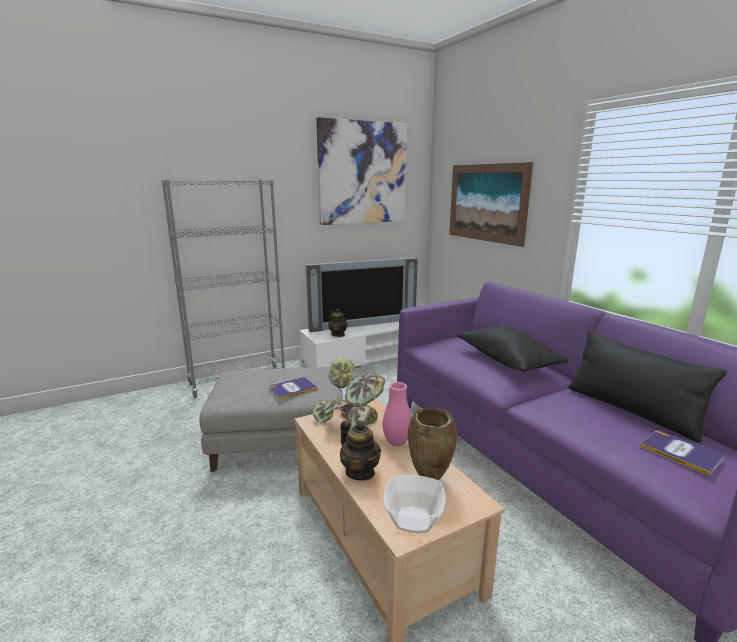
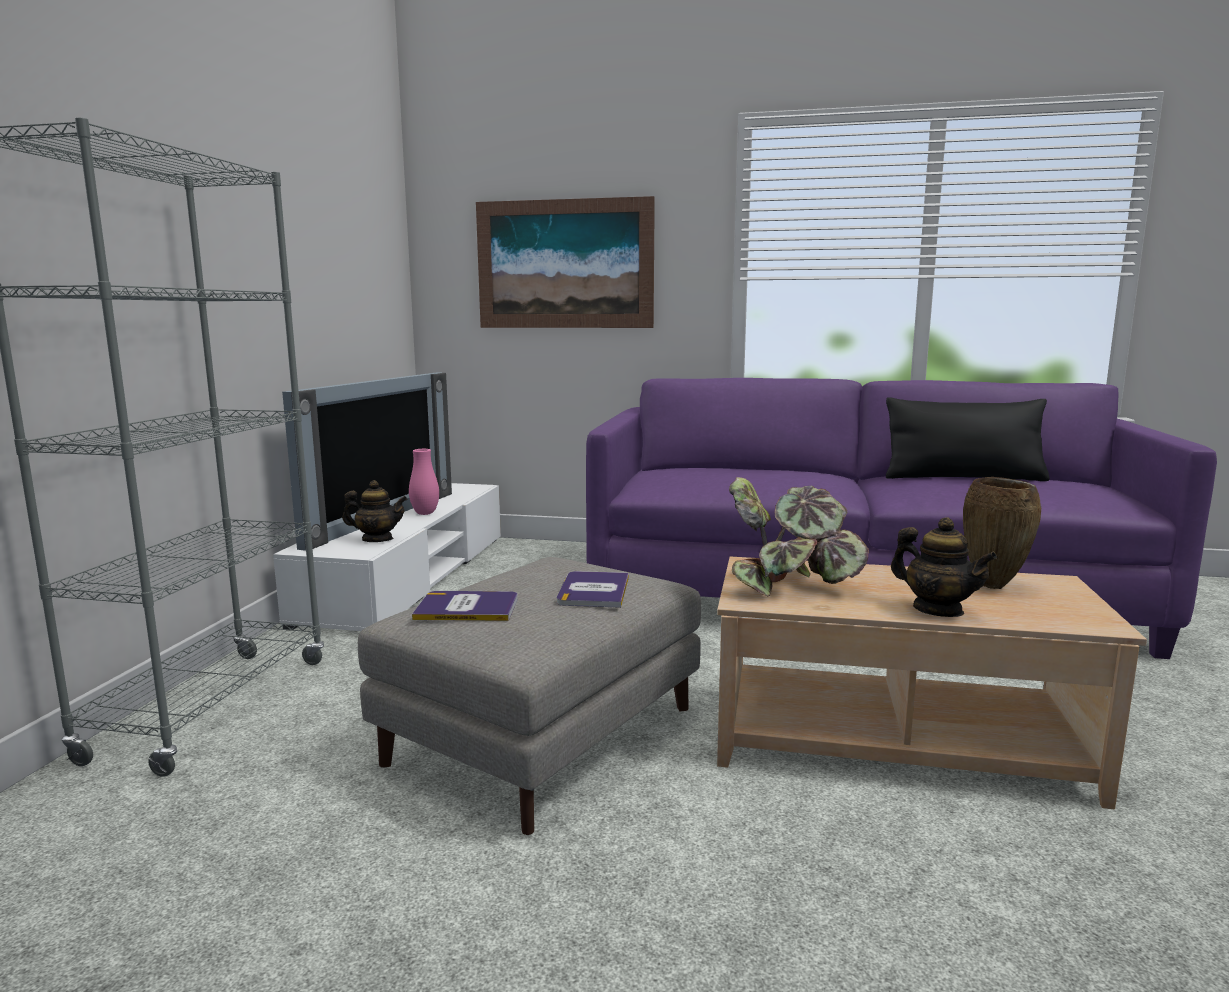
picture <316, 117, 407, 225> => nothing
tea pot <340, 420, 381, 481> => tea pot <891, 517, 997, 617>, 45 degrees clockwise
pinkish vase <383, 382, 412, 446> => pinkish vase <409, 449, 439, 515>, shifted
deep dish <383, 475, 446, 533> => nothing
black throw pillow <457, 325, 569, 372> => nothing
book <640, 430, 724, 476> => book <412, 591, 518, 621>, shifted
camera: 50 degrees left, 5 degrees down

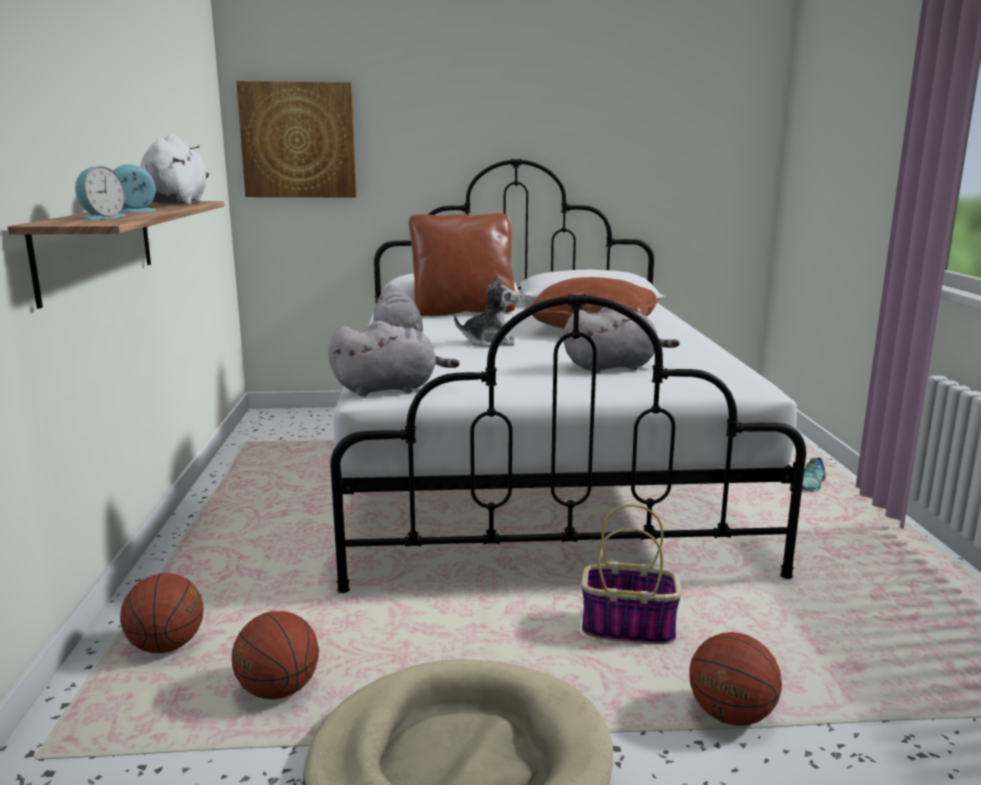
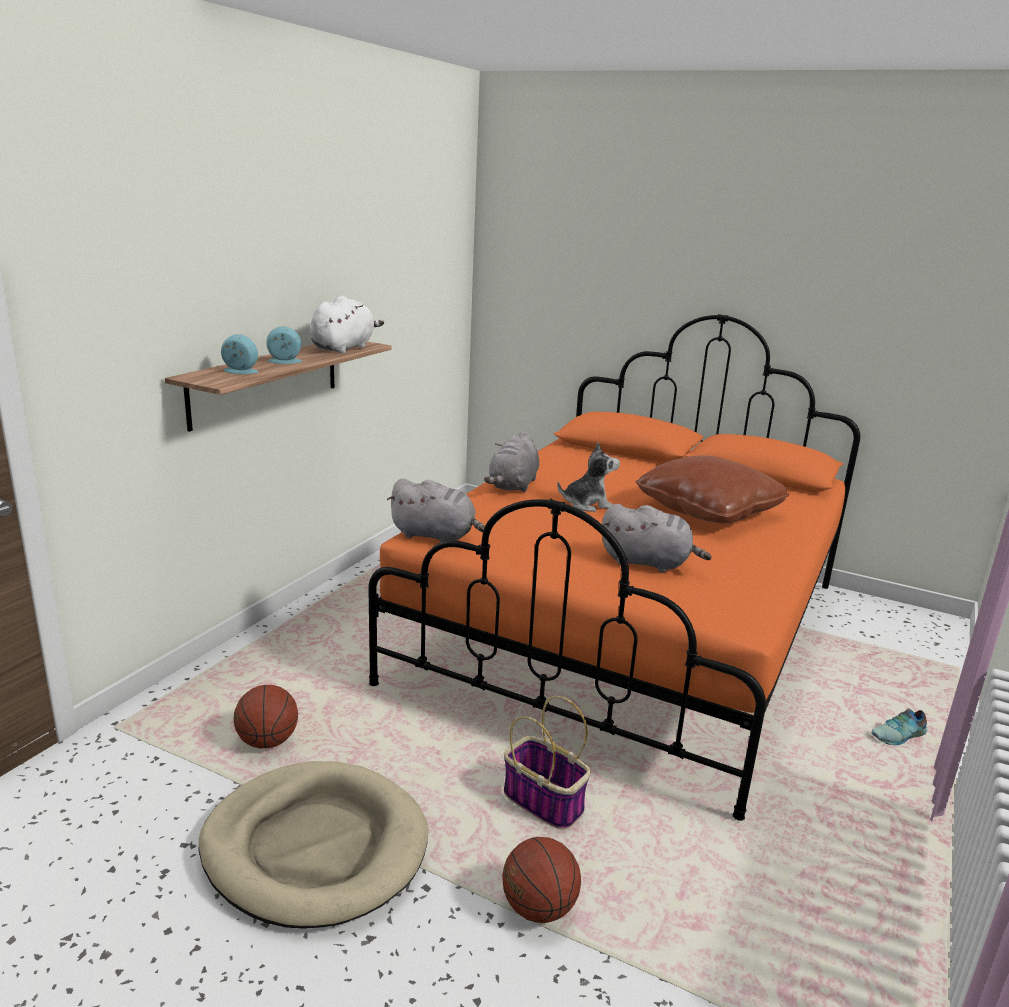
bedside clock <75, 166, 127, 220> => bedside clock <221, 334, 258, 374>, 135 degrees counterclockwise
basketball ball <120, 573, 203, 653> => nothing
picture <236, 81, 357, 197> => nothing
white-coloured bed <330, 159, 806, 593> => orange-coloured bed <369, 314, 860, 821>
brownish throw pillow <409, 213, 516, 316> => nothing
plush toy <454, 274, 521, 347> => plush toy <557, 442, 620, 512>, 45 degrees counterclockwise
camera: 30 degrees right, 5 degrees up

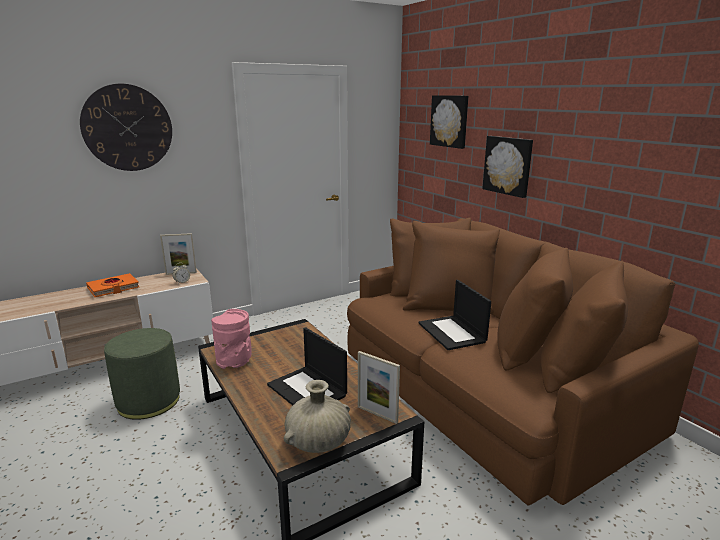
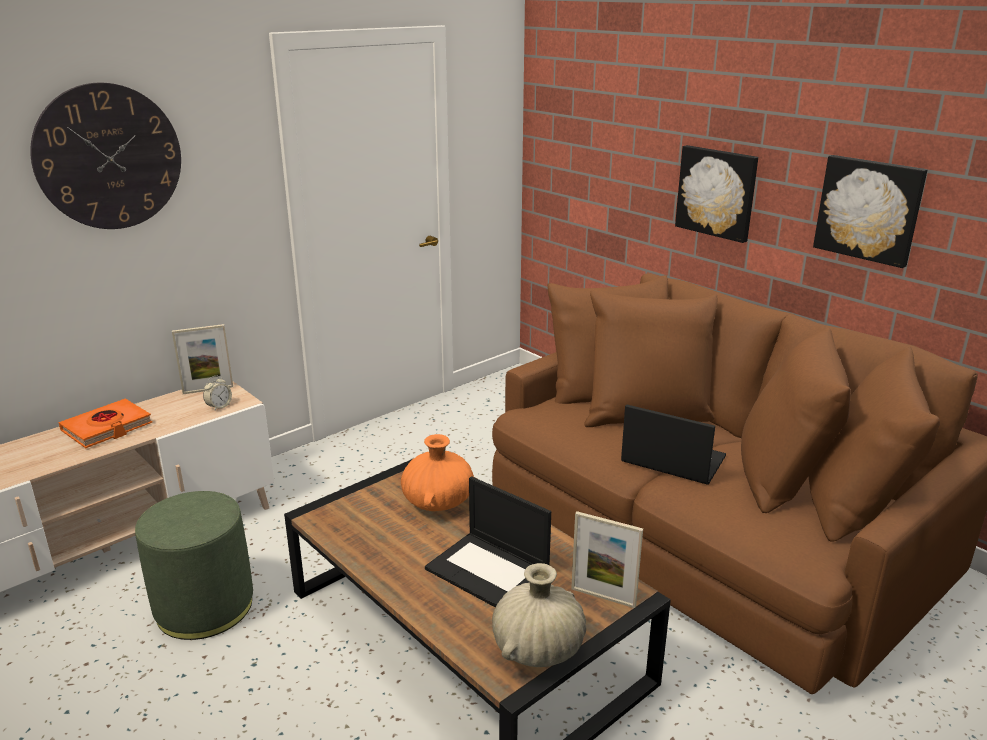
pinkish vase <211, 309, 252, 369> => nothing
portable computer <418, 280, 491, 350> => portable computer <621, 405, 726, 485>, 150 degrees clockwise
picture <430, 95, 468, 149> => picture <813, 155, 927, 268>, shifted
nothing => orange-coloured vase <401, 434, 474, 511>
camera: 10 degrees left, 5 degrees up

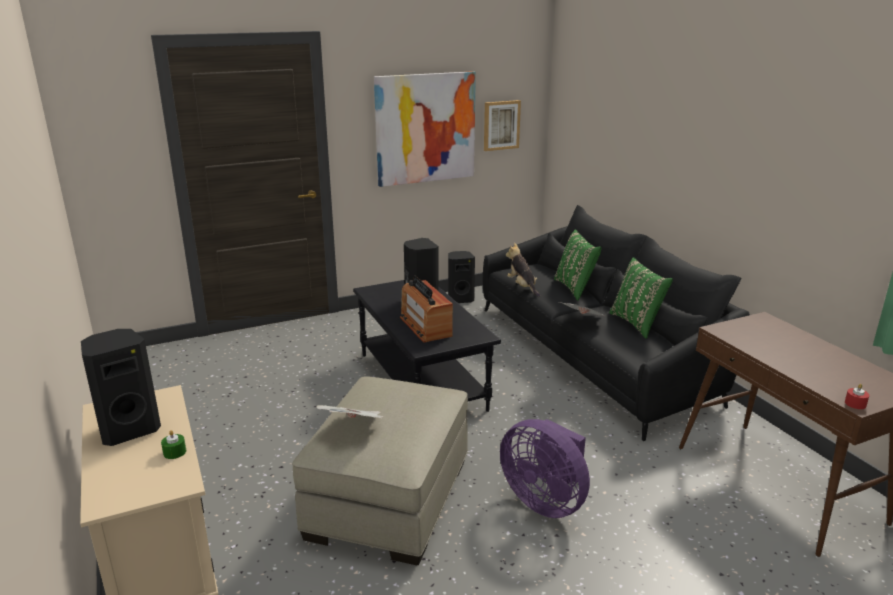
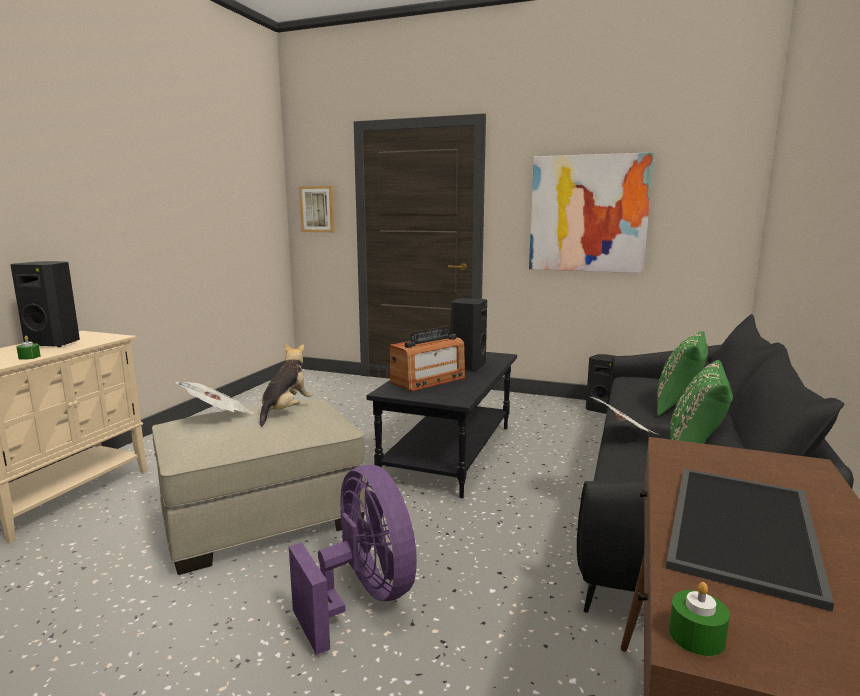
radio receiver <400, 275, 453, 343> => radio receiver <390, 326, 465, 391>, 150 degrees counterclockwise
picture <484, 100, 521, 151> => picture <299, 186, 335, 232>, shifted
purple-coloured electric fan <500, 419, 590, 518> => purple-coloured electric fan <289, 465, 417, 655>, 150 degrees clockwise
plush toy <506, 243, 540, 297> => plush toy <260, 344, 312, 426>, shifted
red-coloured wax candle <845, 384, 869, 409> => green-coloured wax candle <669, 582, 730, 656>
nothing => serving tray <666, 469, 834, 612>
camera: 45 degrees right, 10 degrees down

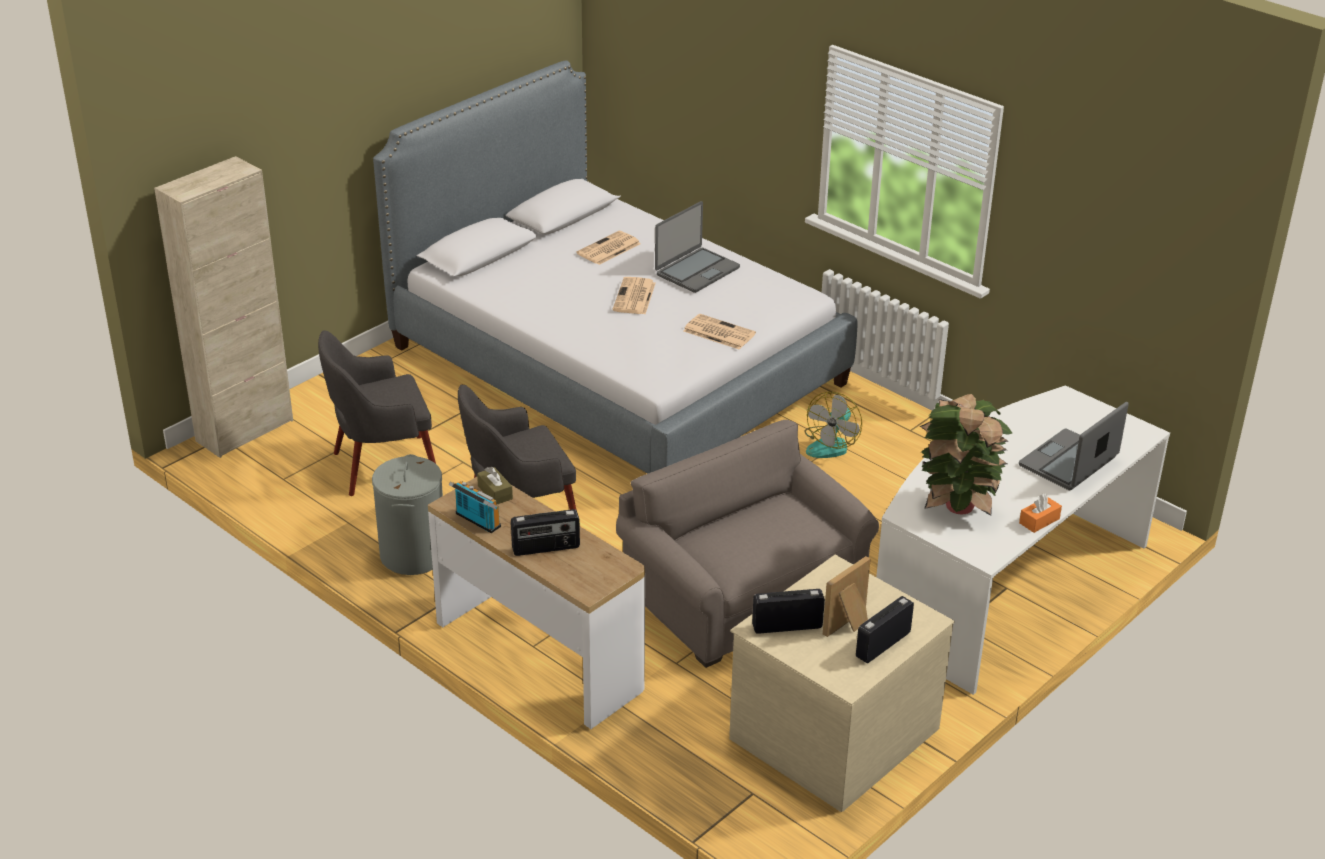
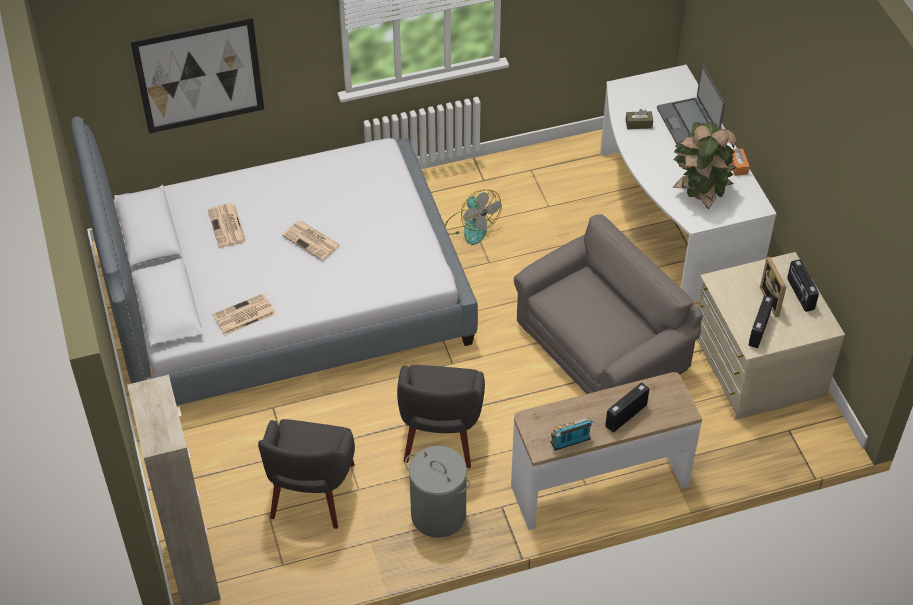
brownish box of tissues <477, 467, 513, 505> => brownish box of tissues <626, 109, 653, 129>, shifted
radio receiver <511, 509, 580, 556> => radio receiver <605, 383, 649, 432>, 150 degrees counterclockwise
grey lounge chair <616, 420, 879, 668> => grey lounge chair <514, 214, 703, 394>, 150 degrees clockwise
portable computer <655, 201, 740, 293> => nothing
newspaper <683, 314, 756, 349> => newspaper <213, 293, 276, 335>, shifted
nothing => picture <130, 18, 264, 134>
camera: 60 degrees left, 15 degrees up

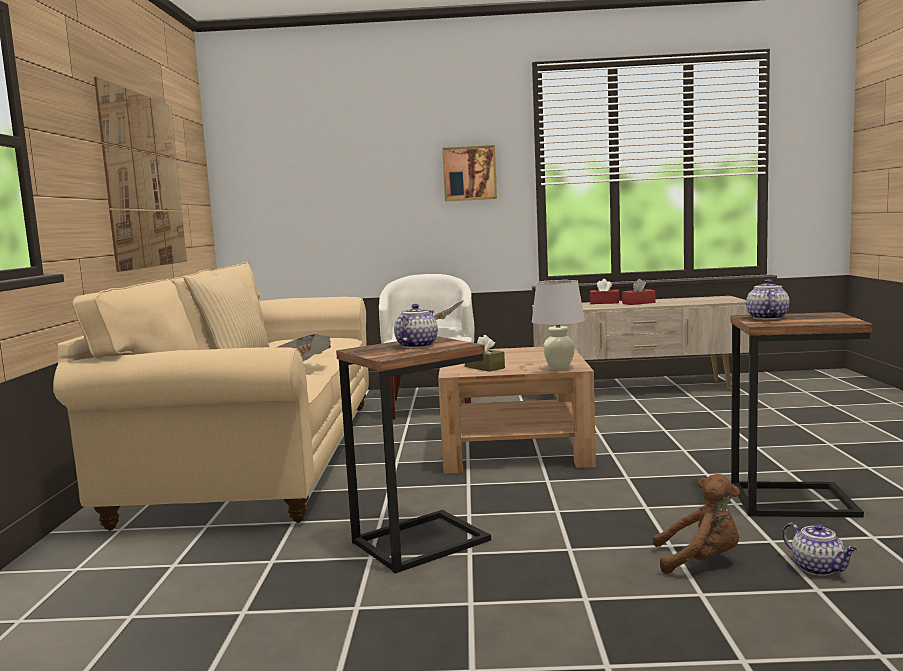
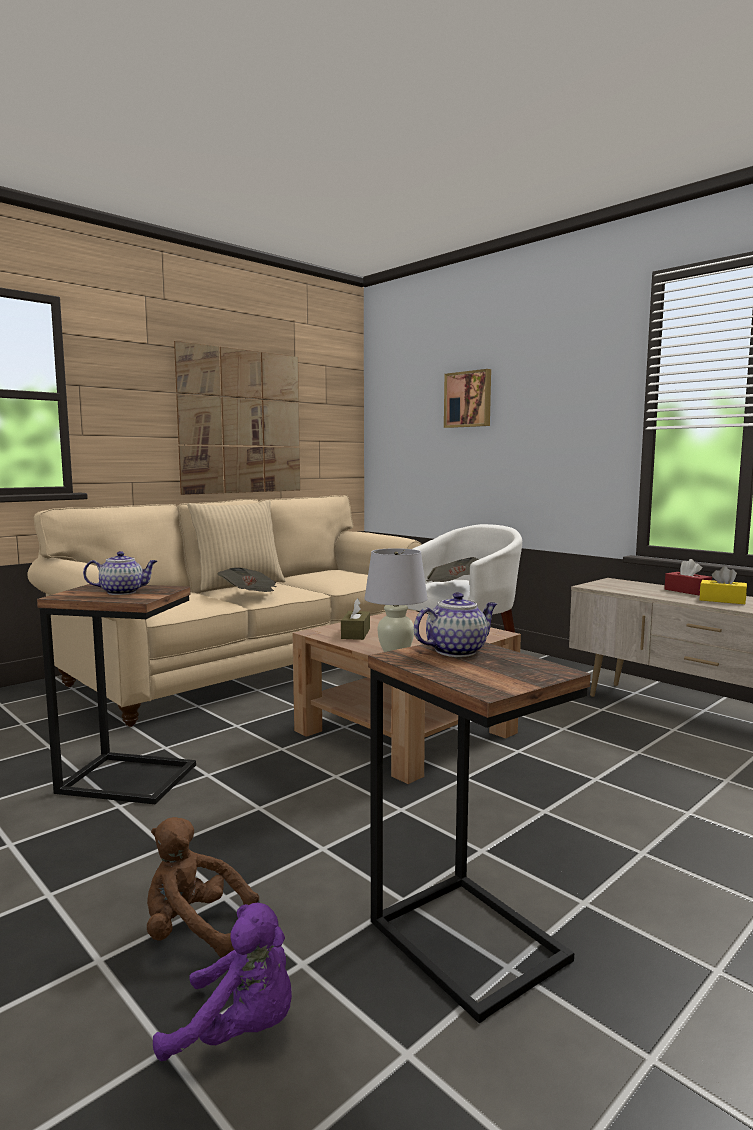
picture <442, 145, 497, 201> => picture <444, 369, 491, 428>, shifted
red-coloured box of tissues <622, 279, 655, 305> => yellow box of tissues <700, 566, 747, 604>
brownish plush toy <653, 474, 740, 574> => brownish plush toy <147, 817, 259, 958>, 135 degrees clockwise
tea pot <782, 523, 857, 576> => purple-coloured plush toy <153, 903, 292, 1061>
camera: 45 degrees right, 0 degrees up

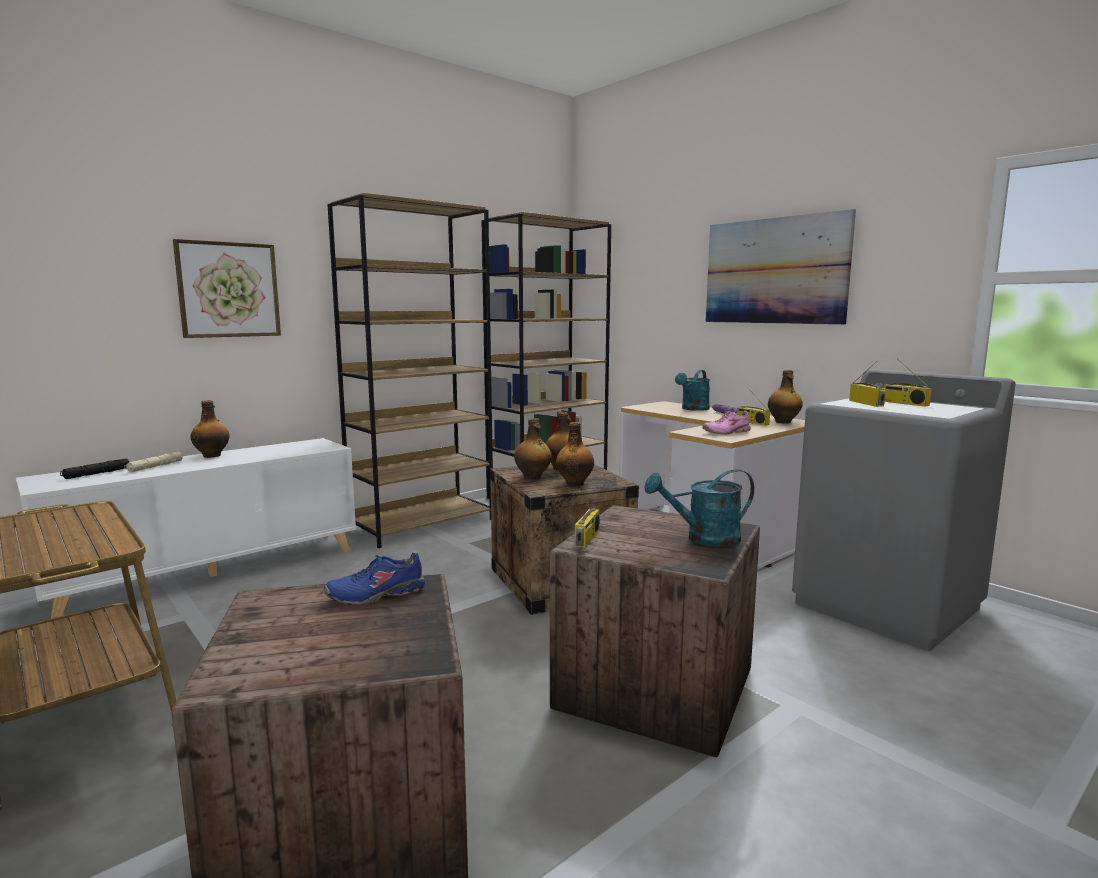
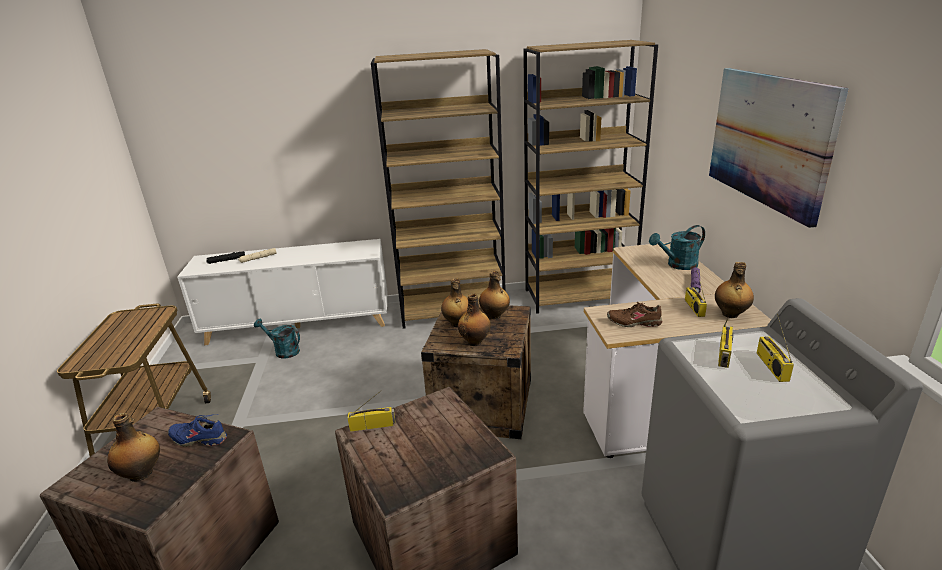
picture <173, 239, 281, 338> => nothing
beverage bottle <191, 400, 230, 458> => beverage bottle <107, 413, 160, 482>, shifted
radio receiver <575, 488, 600, 548> => radio receiver <347, 391, 396, 432>, 150 degrees counterclockwise
turquoise sprinkling can <645, 469, 754, 547> => turquoise sprinkling can <254, 319, 300, 359>, shifted
pinkish low shoe <702, 411, 751, 435> => brownish low shoe <607, 302, 662, 327>
camera: 35 degrees right, 15 degrees up

